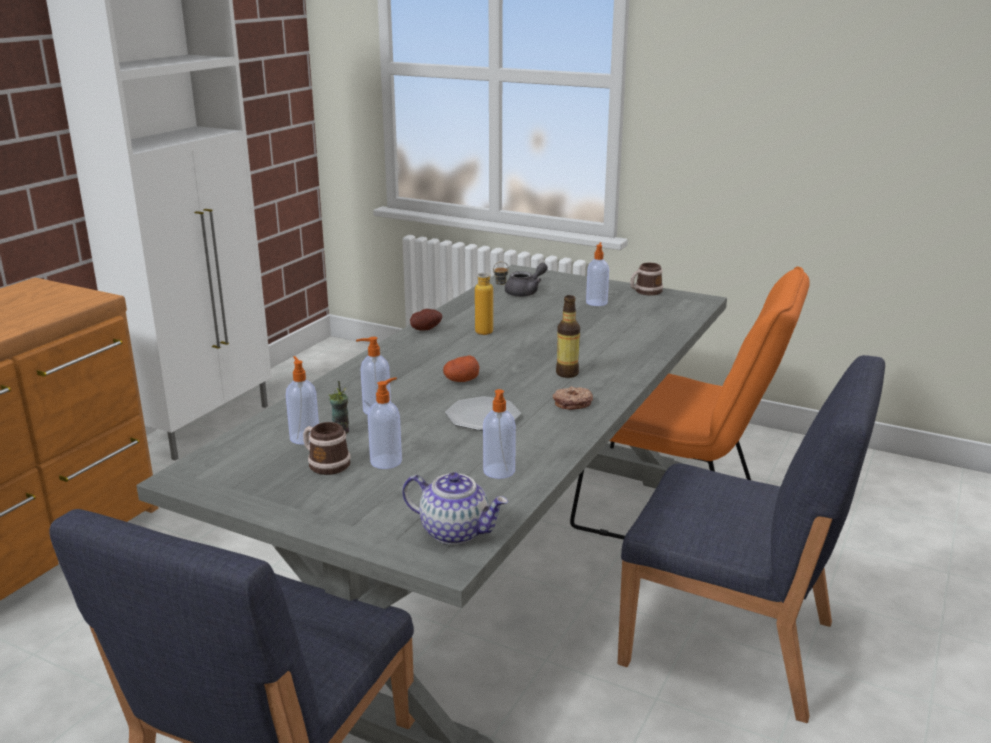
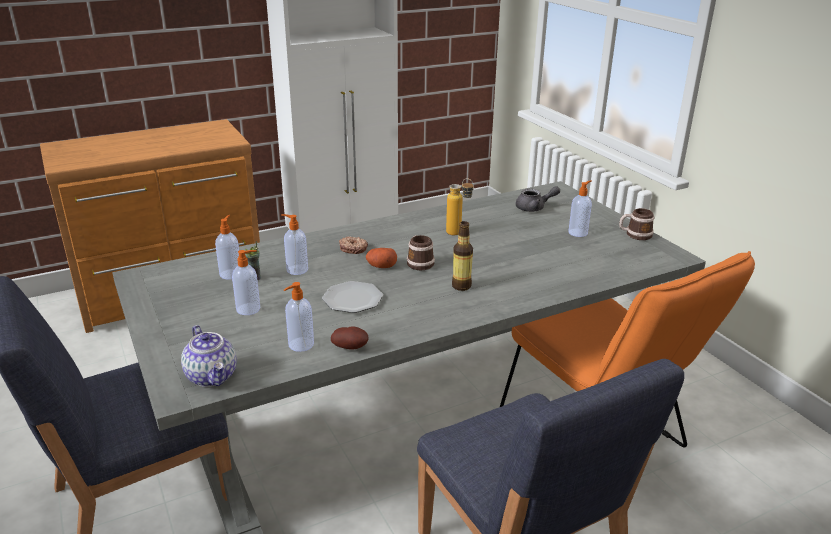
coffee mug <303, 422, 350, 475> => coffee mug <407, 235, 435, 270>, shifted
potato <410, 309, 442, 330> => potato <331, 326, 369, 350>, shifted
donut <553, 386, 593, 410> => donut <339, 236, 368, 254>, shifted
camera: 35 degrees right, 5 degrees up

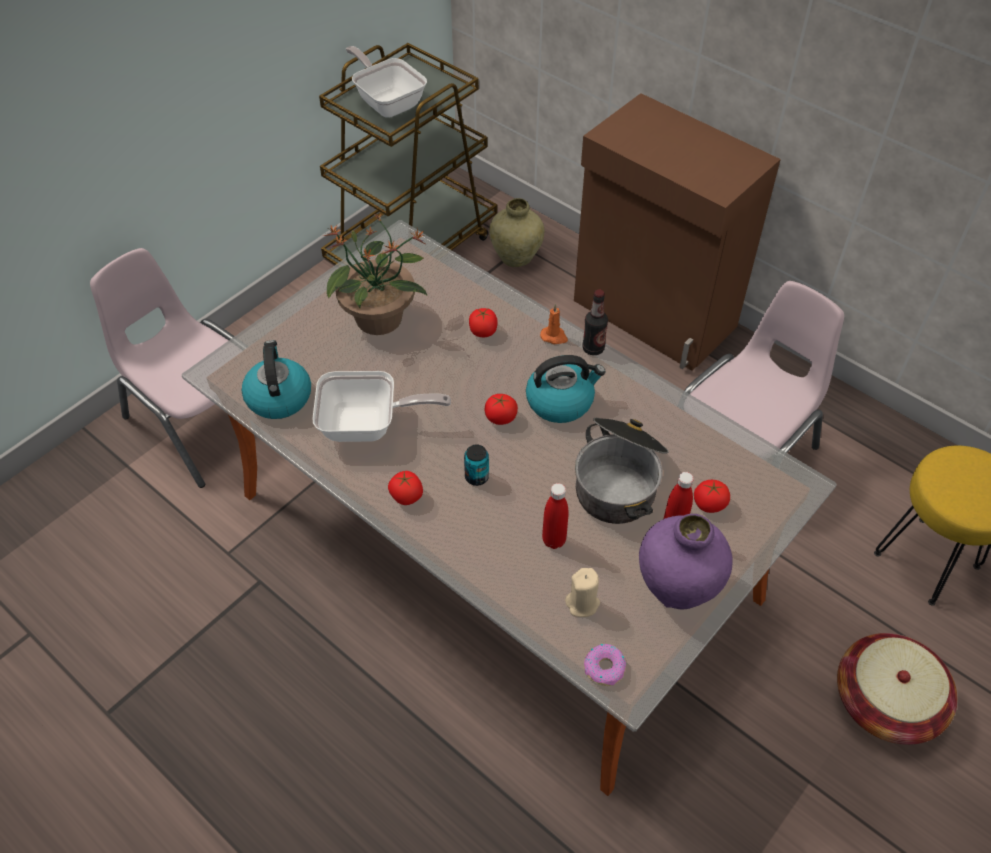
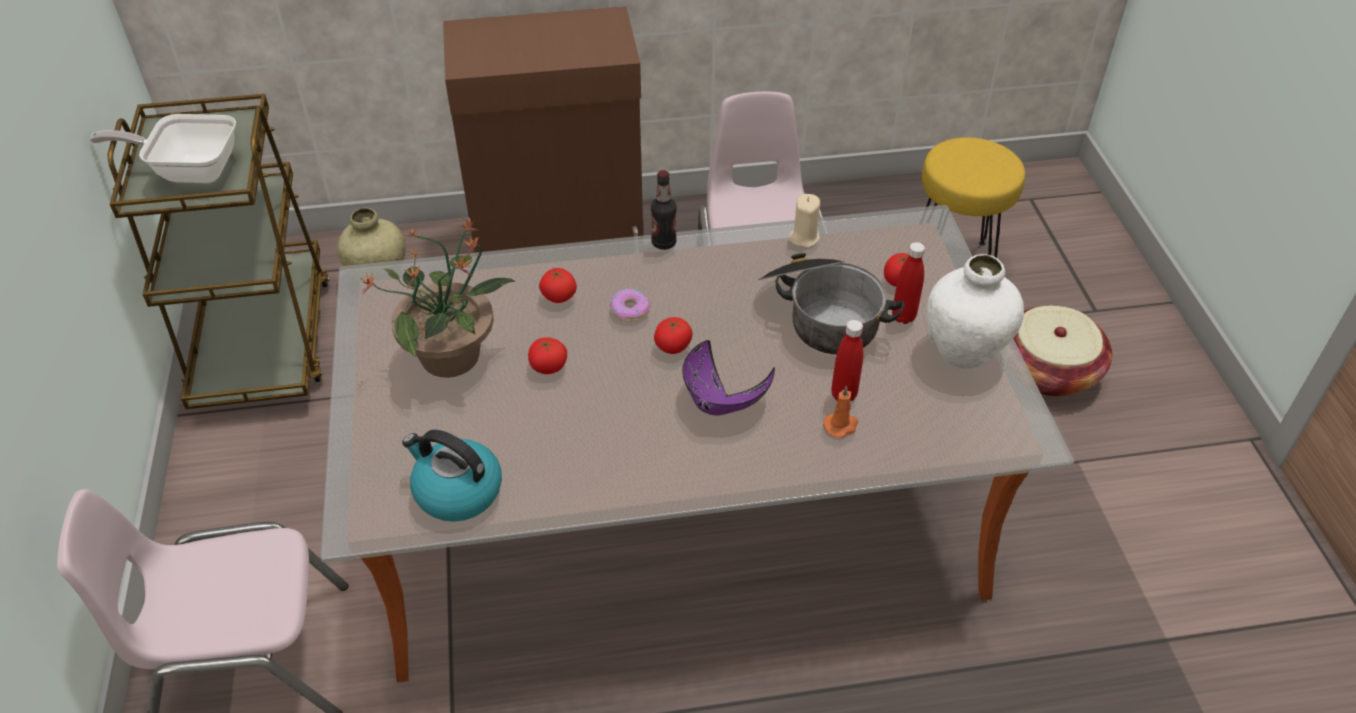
pan <312, 371, 451, 442> => nothing
whole tomato <388, 471, 423, 505> => whole tomato <528, 337, 567, 374>, shifted
metal can <464, 444, 489, 486> => purple-coloured deep dish <682, 340, 775, 416>
water kettle <526, 355, 606, 423> => nothing
orange-coloured wax candle <540, 304, 568, 344> => orange-coloured wax candle <823, 386, 858, 438>, shifted
sand-coloured wax candle <565, 568, 600, 617> => sand-coloured wax candle <789, 194, 820, 248>, shifted
donut <584, 644, 626, 686> => donut <610, 289, 650, 322>, shifted
purple-coloured vase <639, 514, 733, 610> => white-coloured vase <927, 254, 1024, 369>
camera: 50 degrees left, 5 degrees down

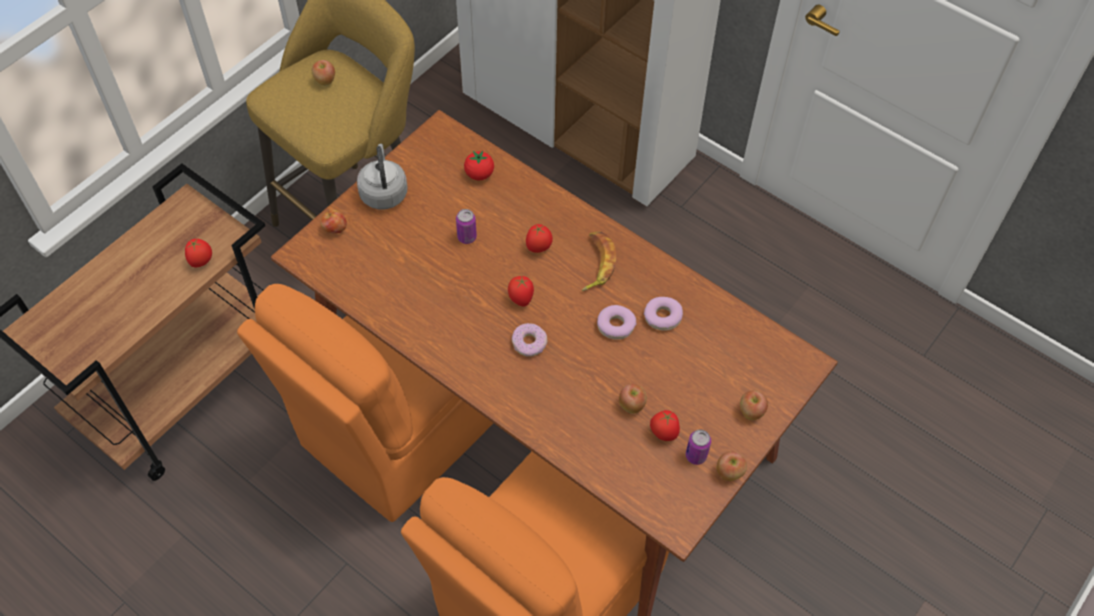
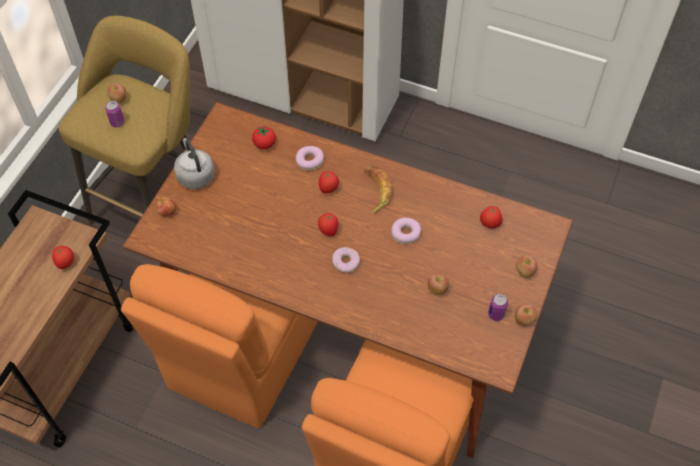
metal can <456, 209, 477, 244> => metal can <105, 101, 124, 127>, shifted
donut <644, 297, 683, 331> => donut <296, 146, 324, 170>, shifted
whole tomato <650, 410, 680, 441> => whole tomato <480, 206, 502, 229>, shifted
camera: 15 degrees left, 0 degrees up

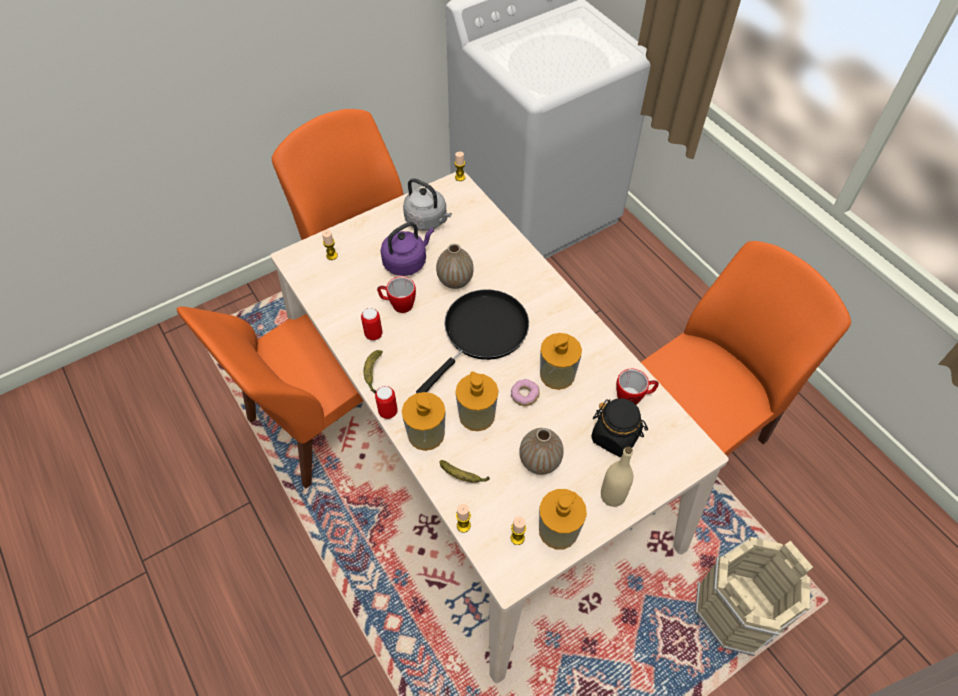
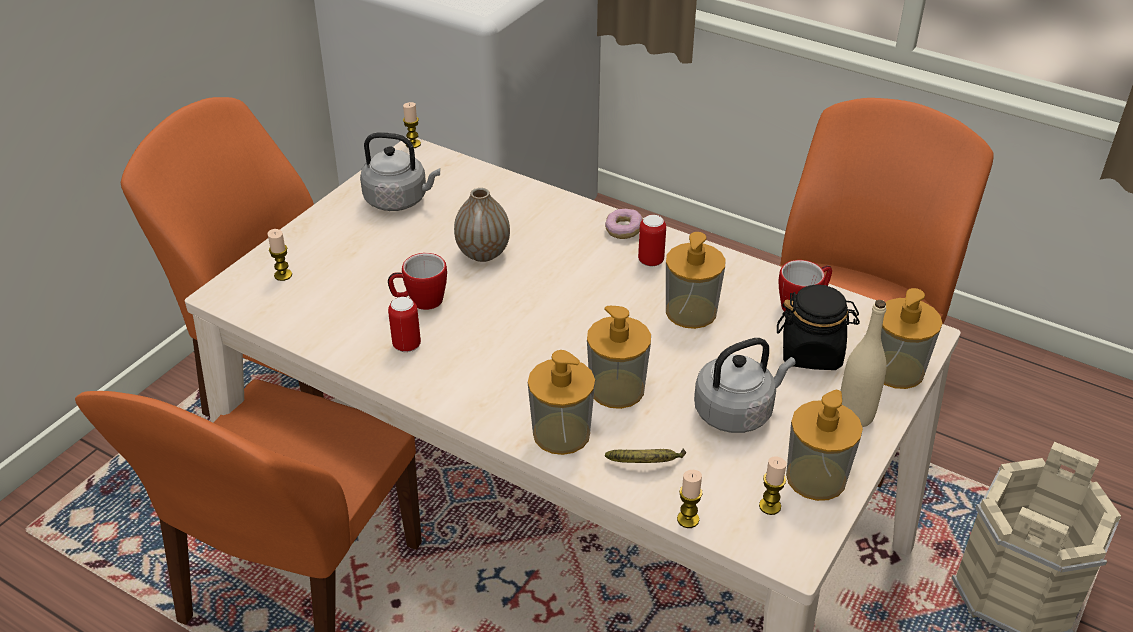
whole banana <364, 350, 383, 393> => nothing
metal can <375, 386, 398, 419> => metal can <638, 215, 666, 266>, shifted
purple-coloured water kettle <380, 222, 434, 276> => nothing
black pan <416, 289, 529, 393> => nothing
donut <511, 379, 540, 406> => donut <605, 209, 643, 239>, shifted
vase <519, 428, 564, 475> => grey water kettle <694, 338, 796, 433>
nothing => soap bottle <881, 288, 942, 389>
camera: 25 degrees left, 15 degrees down

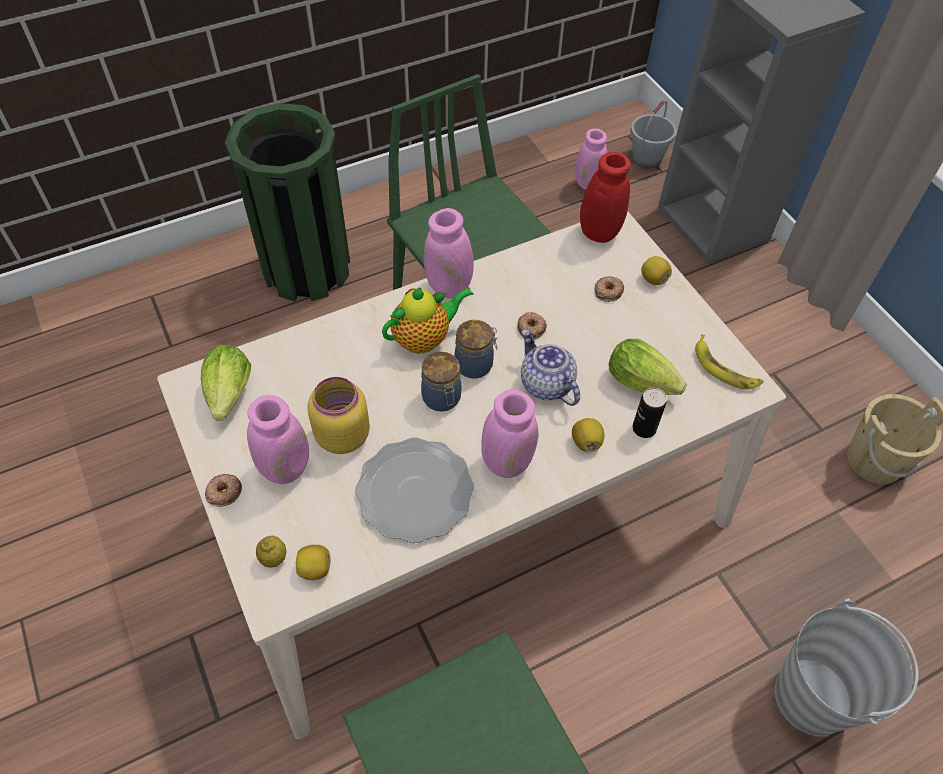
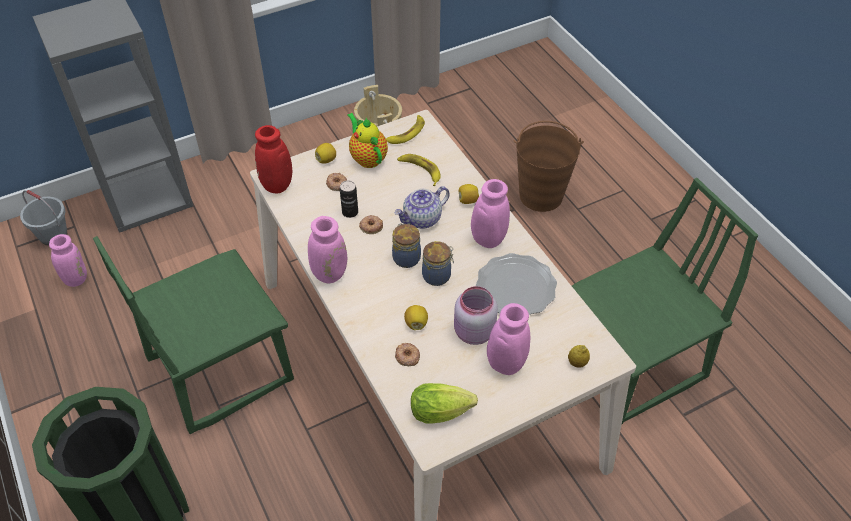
donut <205, 474, 242, 507> => donut <395, 343, 420, 366>, shifted
lemon <296, 545, 331, 580> => lemon <404, 305, 428, 330>, shifted
yellow jar <307, 377, 370, 454> => pinkish jar <454, 286, 498, 345>
tea pot <382, 287, 474, 354> => tea pot <347, 113, 388, 168>, shifted
lettuce <609, 339, 687, 395> => whole banana <397, 154, 441, 186>
metal can <633, 388, 667, 438> => metal can <340, 180, 358, 218>, shifted
grey bucket <775, 599, 919, 736> => brownish bucket <513, 121, 584, 212>
camera: 90 degrees left, 5 degrees down

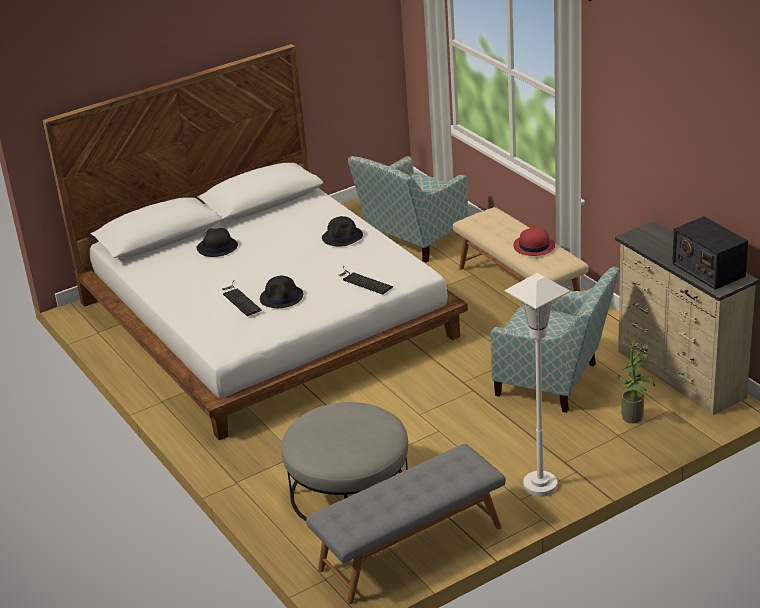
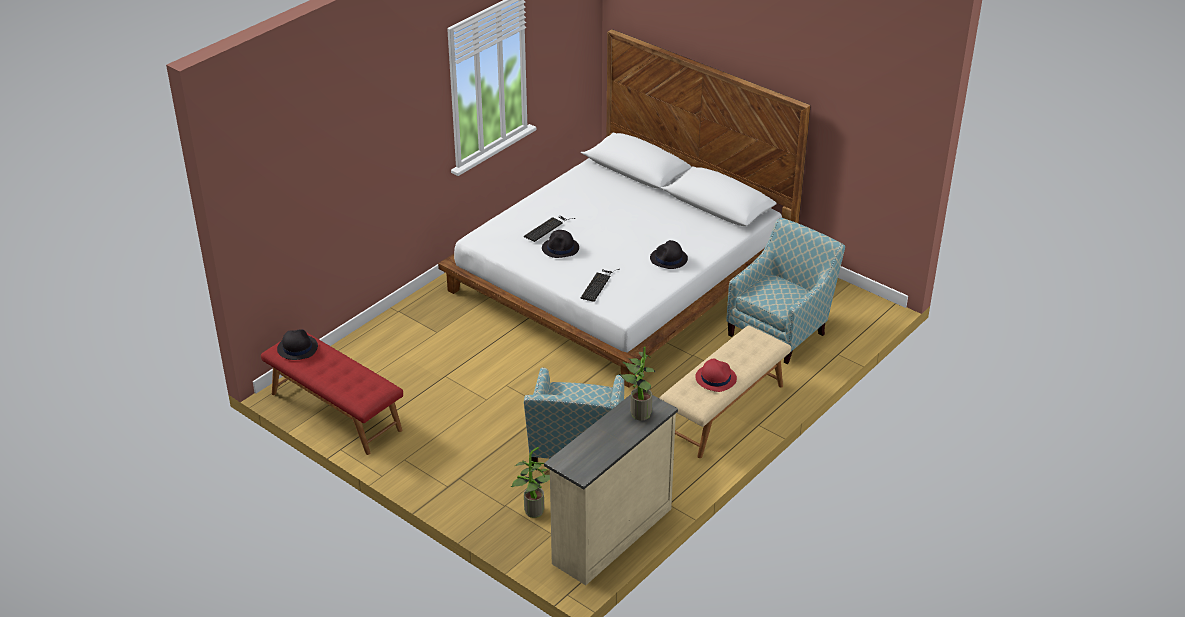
black wearable hat <197, 228, 238, 257> => black wearable hat <277, 329, 318, 360>, shifted
grey pouffe <281, 402, 408, 521> => nothing
grey long seat <306, 444, 506, 604> => red-coloured long seat <261, 332, 403, 455>
lounge chair <348, 156, 469, 263> => lounge chair <726, 218, 845, 364>, 105 degrees clockwise
white-coloured standing lamp <505, 273, 570, 497> => nothing
radio receiver <672, 216, 748, 290> => nothing
nothing => plant in a pot <618, 347, 655, 421>
camera: 70 degrees right, 5 degrees up

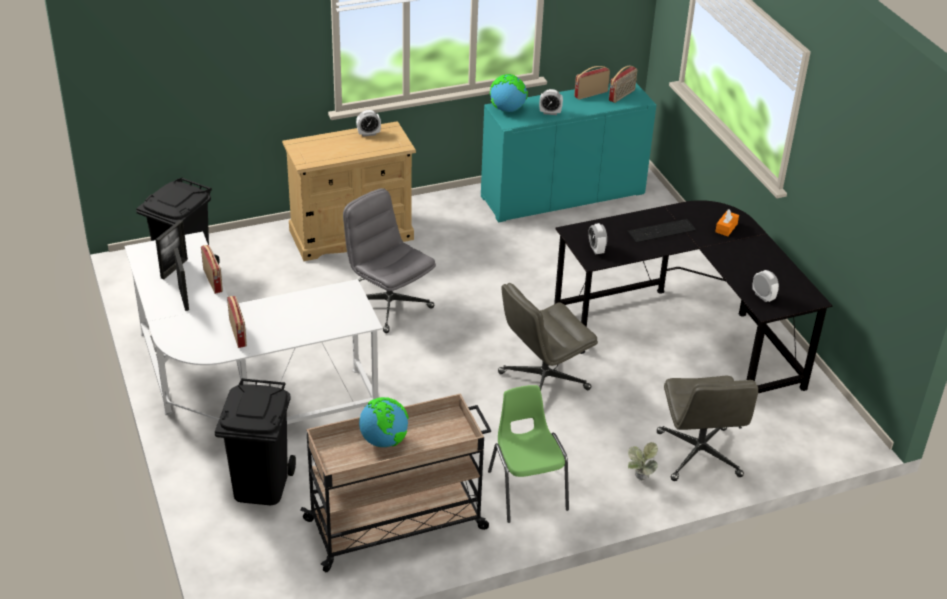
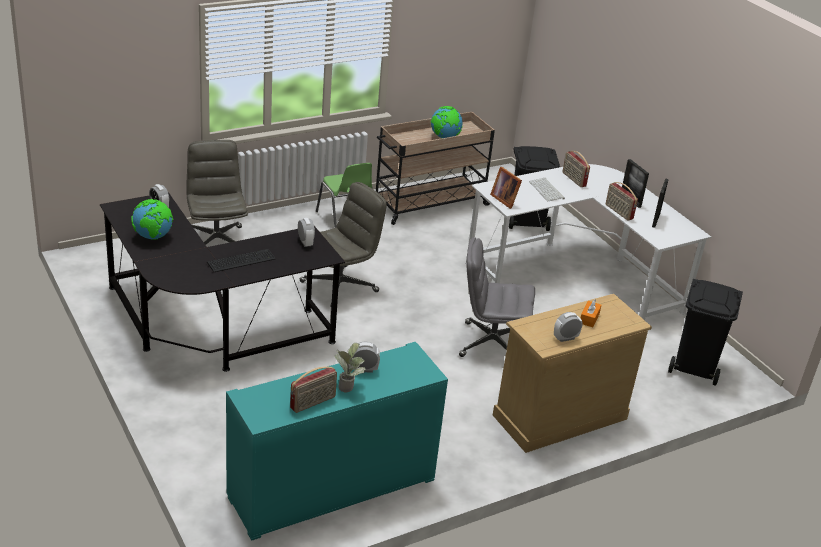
grey desk chair <343, 188, 436, 333> => grey desk chair <459, 237, 535, 357>, 150 degrees clockwise
globe <489, 74, 528, 112> => globe <131, 199, 173, 240>, shifted
radio receiver <609, 66, 637, 103> => nothing
plant in a pot <628, 442, 658, 480> => plant in a pot <334, 343, 366, 392>, shifted
orange-coloured box of tissues <715, 209, 739, 236> => orange-coloured box of tissues <580, 300, 601, 327>, shifted
nothing => photo frame <490, 167, 522, 209>
nothing => PC keyboard <529, 178, 565, 201>
camera: 170 degrees right, 5 degrees down

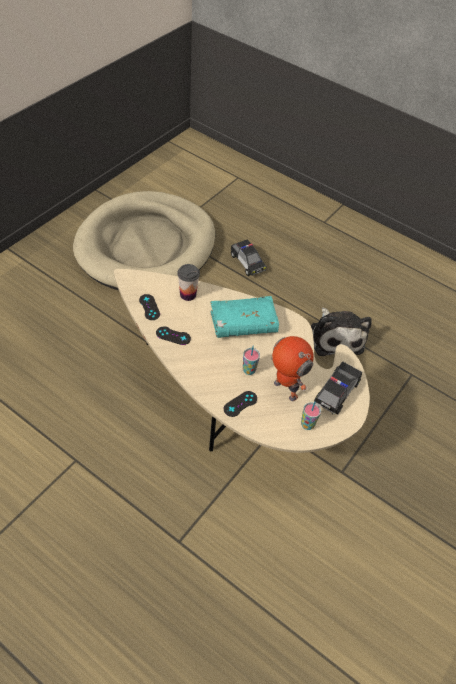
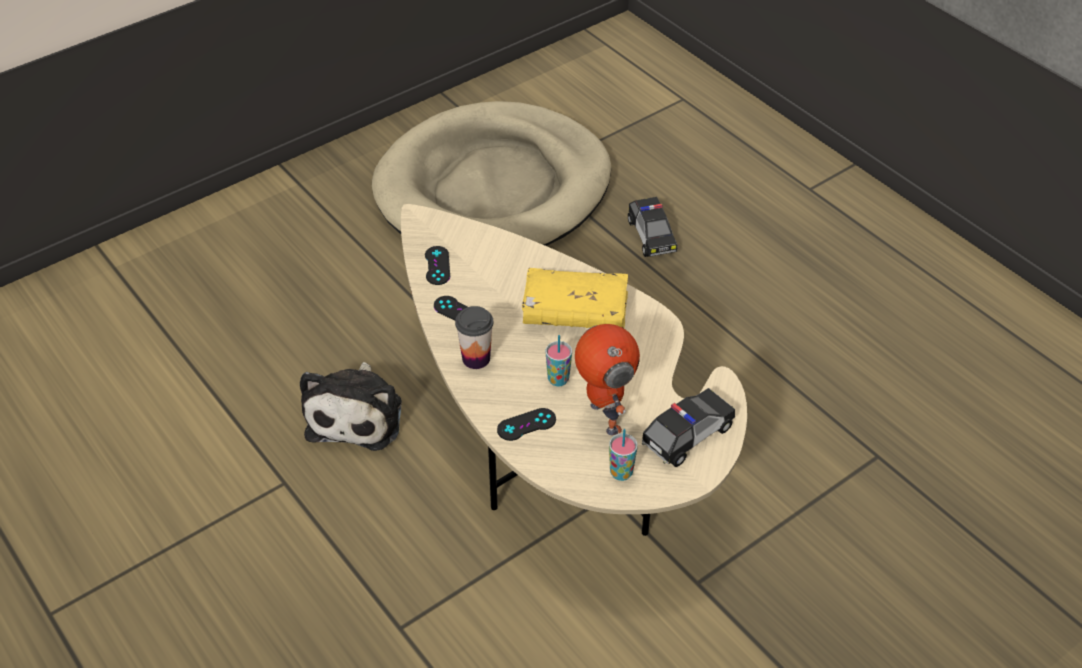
small cup <177, 264, 200, 301> => small cup <455, 306, 494, 369>, shifted
turquoise book <210, 296, 279, 338> => yellow book <522, 268, 628, 328>
plush toy <311, 307, 372, 356> => plush toy <300, 362, 402, 451>, shifted
camera: 20 degrees right, 5 degrees down

